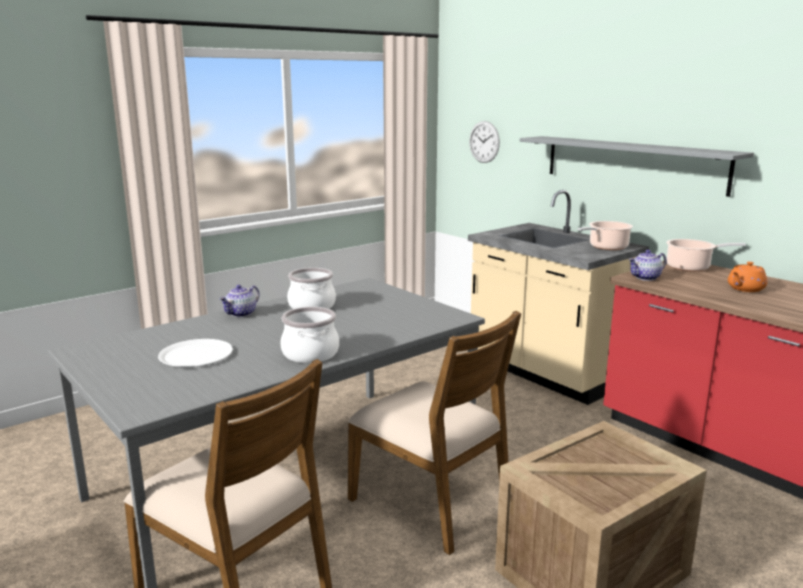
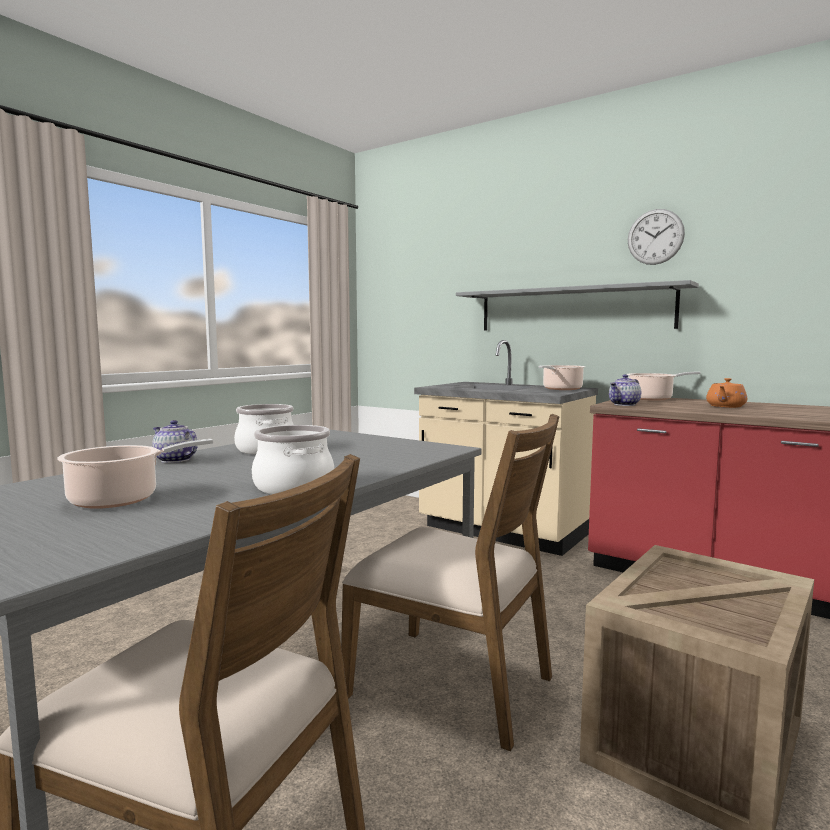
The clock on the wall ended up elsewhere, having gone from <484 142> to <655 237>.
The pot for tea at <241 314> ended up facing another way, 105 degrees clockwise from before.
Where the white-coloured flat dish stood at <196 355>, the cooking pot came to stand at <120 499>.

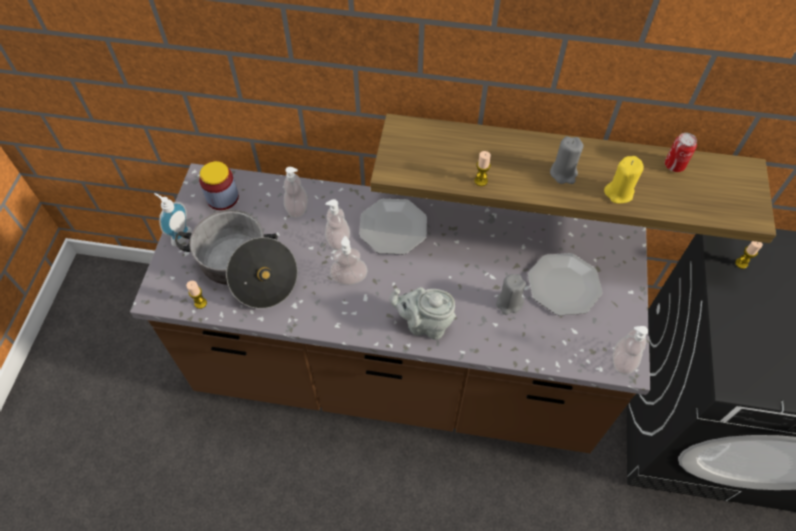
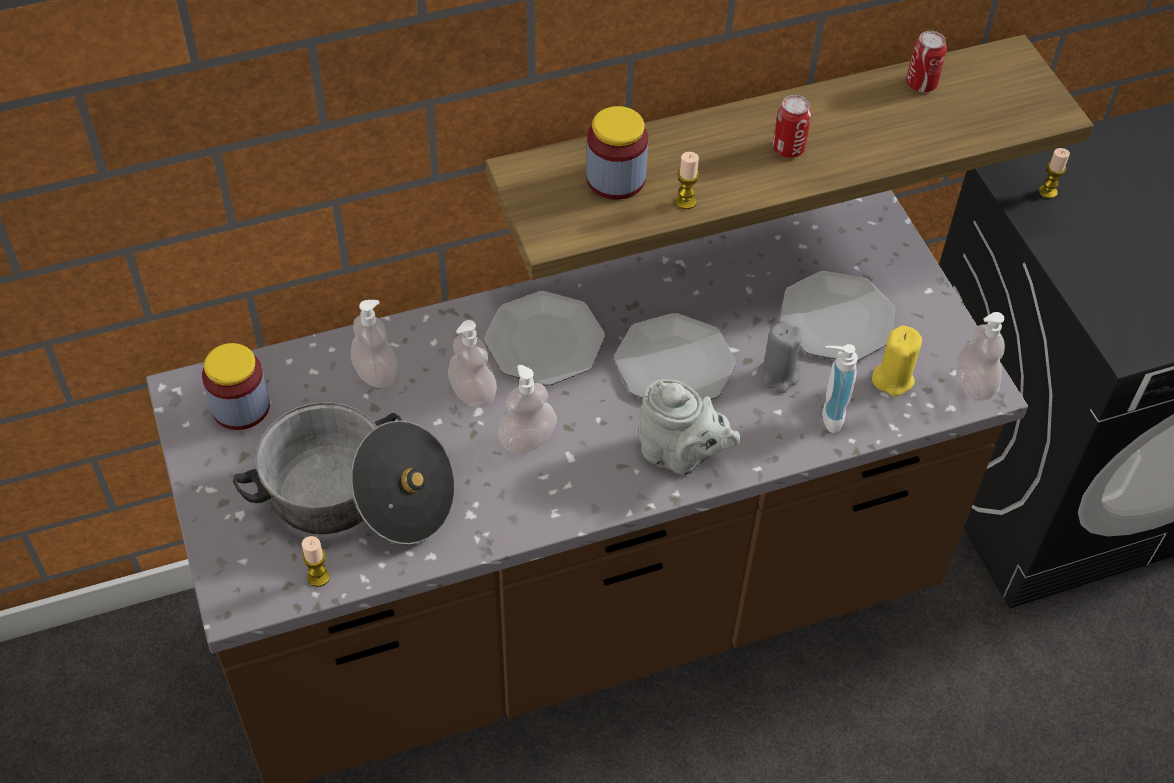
Where the greyish wax candle stood at <563 173>, the metal can came to stand at <788 148>.
The yellowish wax candle ended up elsewhere, having gone from <619 192> to <893 378>.
The soap bottle ended up elsewhere, having gone from <179 235> to <828 415>.
The greyish pot for tea at <424 324> ended up facing another way, 135 degrees counterclockwise from before.
The second view gained the preserve jar at <615 178>.
The second view gained the flat dish at <674 363>.

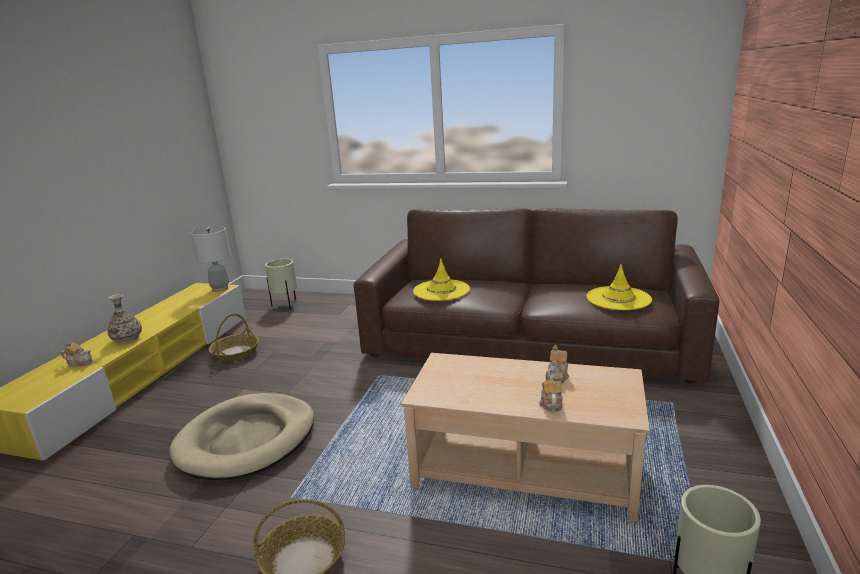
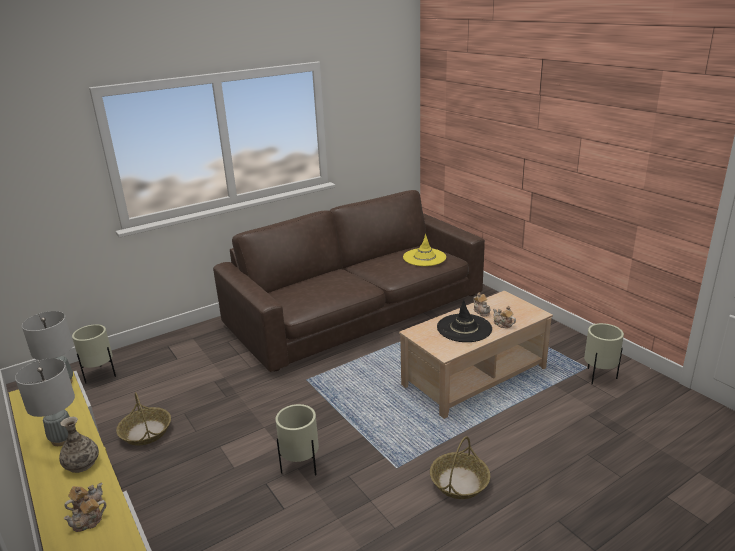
The second view lost the yellowish wearable hat at <441 290>.
Where the beige-coloured dog bed stood at <247 440>, the beige-coloured flower pot came to stand at <301 467>.
The second view gained the black wearable hat at <464 328>.
The second view gained the greyish lamp for a table at <62 439>.
The second view gained the pot for tea at <88 522>.

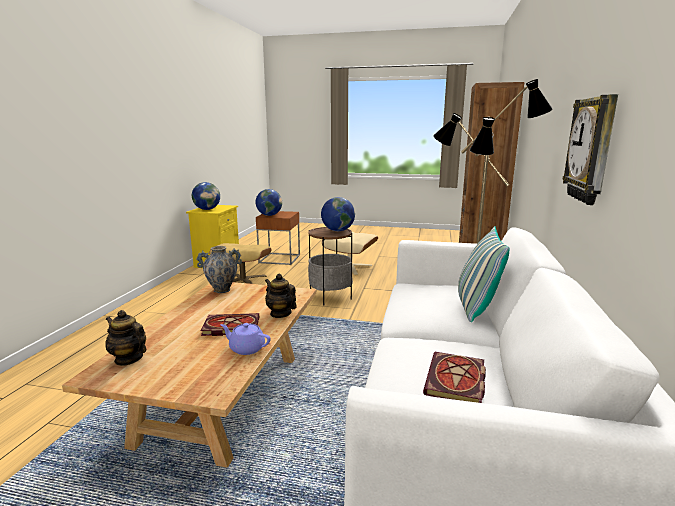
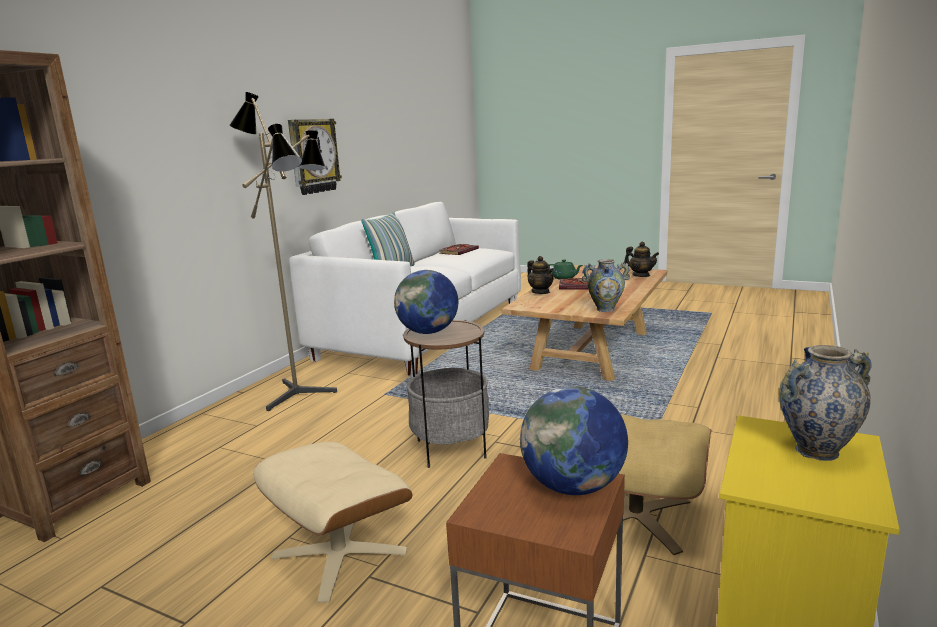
Where the world globe stood at <207 209>, the flower vase came to stand at <816 451>.
What was the purple-coloured pot for tea at <246 348> turned into the green pot for tea at <564 278>.

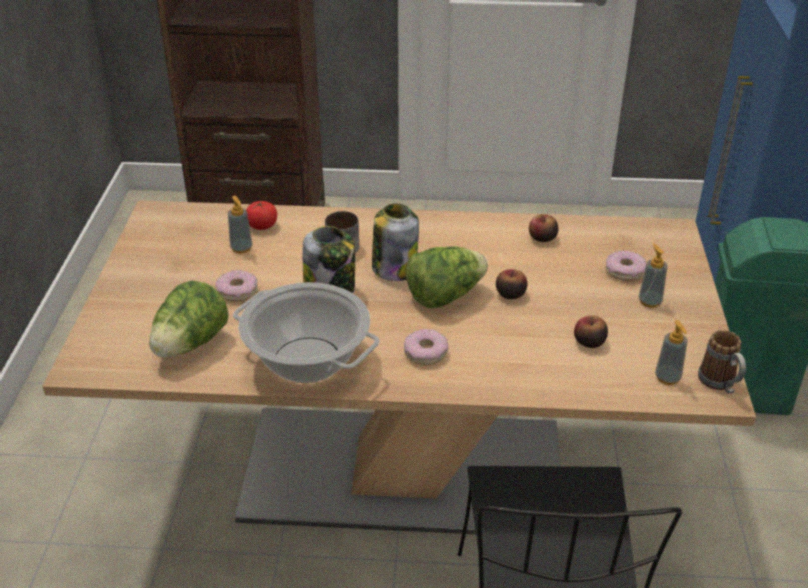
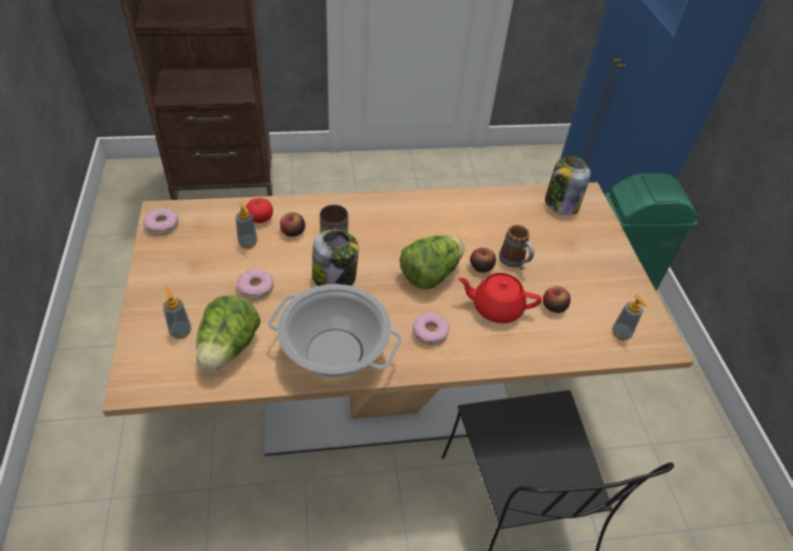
The preserve jar ended up elsewhere, having gone from <394 268> to <561 204>.
The apple fruit ended up elsewhere, having gone from <542 238> to <293 232>.
The soap bottle ended up elsewhere, having gone from <650 301> to <180 331>.
The doughnut ended up elsewhere, having gone from <624 271> to <162 225>.
The mug ended up elsewhere, having gone from <720 384> to <515 262>.
The second view gained the red pot for tea at <496 307>.

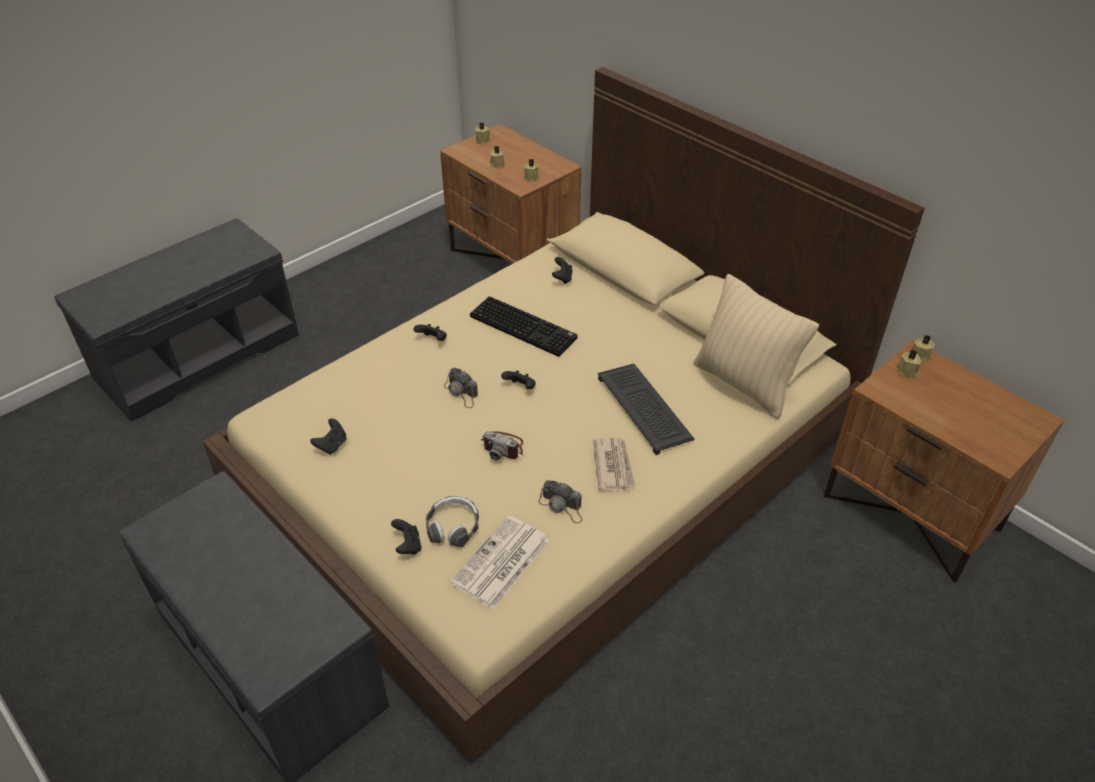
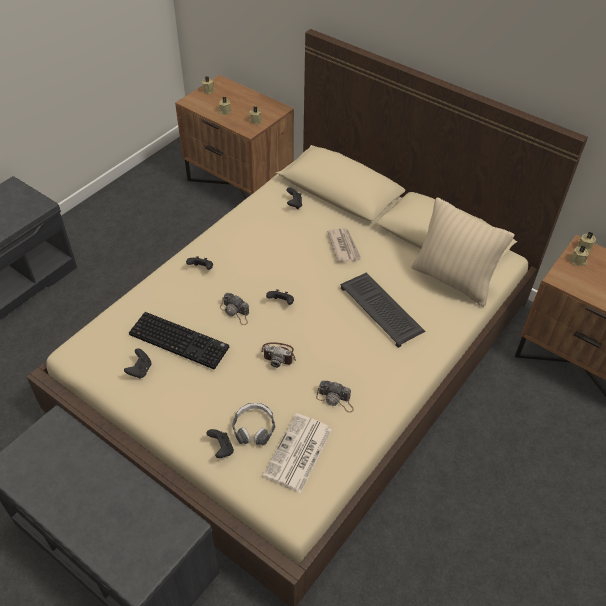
The PC keyboard ended up elsewhere, having gone from <525 327> to <180 340>.
The printed paper ended up elsewhere, having gone from <613 465> to <344 246>.

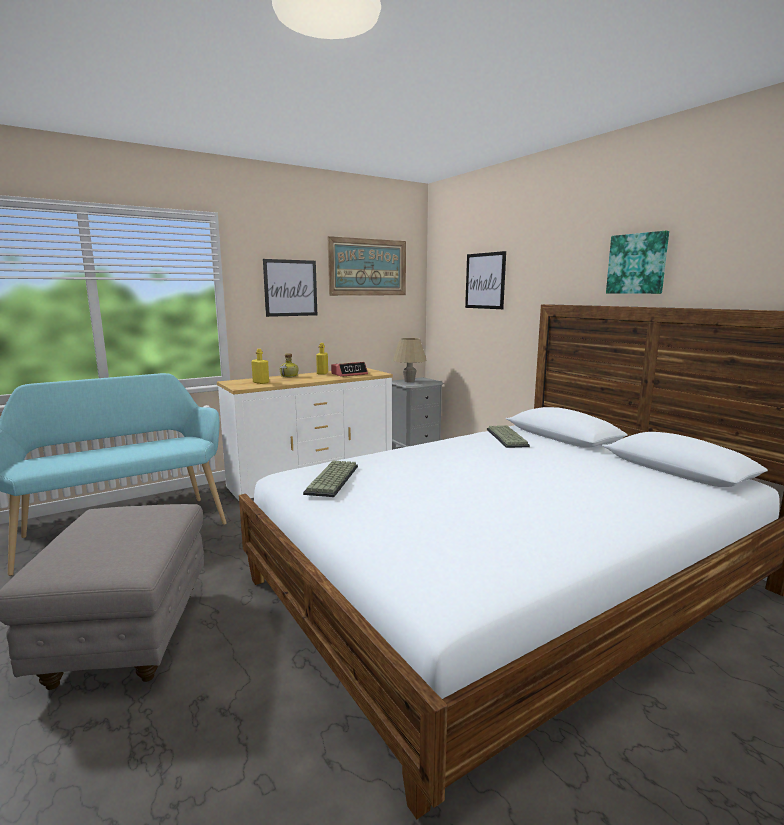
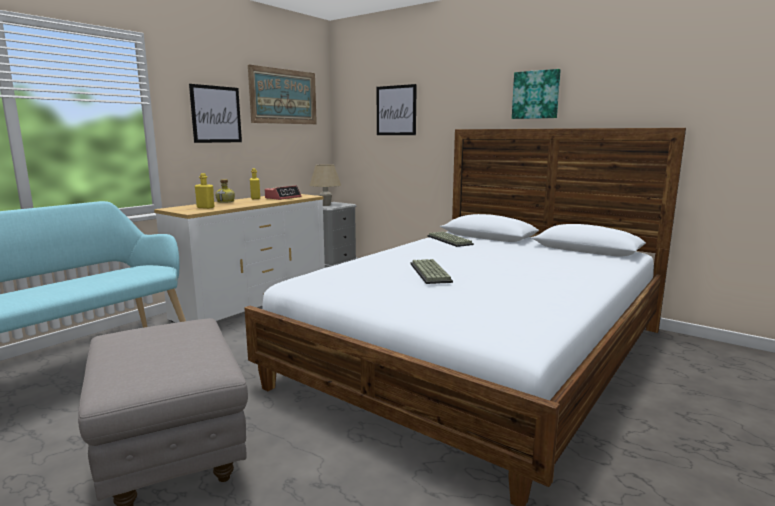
The PC keyboard ended up elsewhere, having gone from <333 480> to <431 273>.

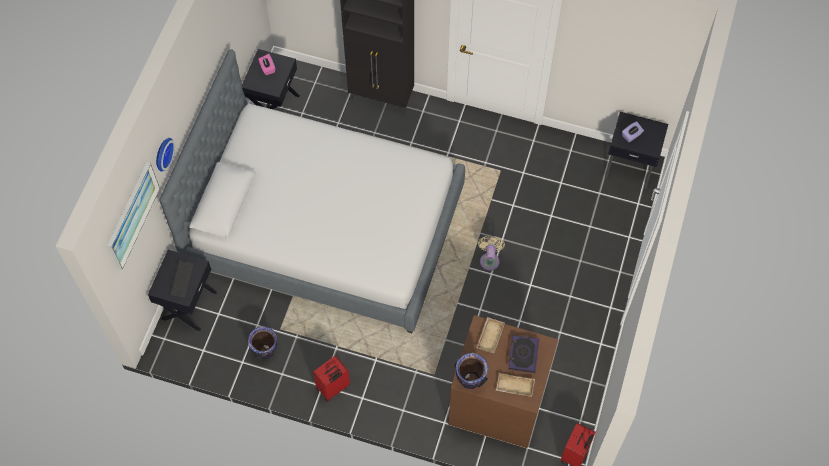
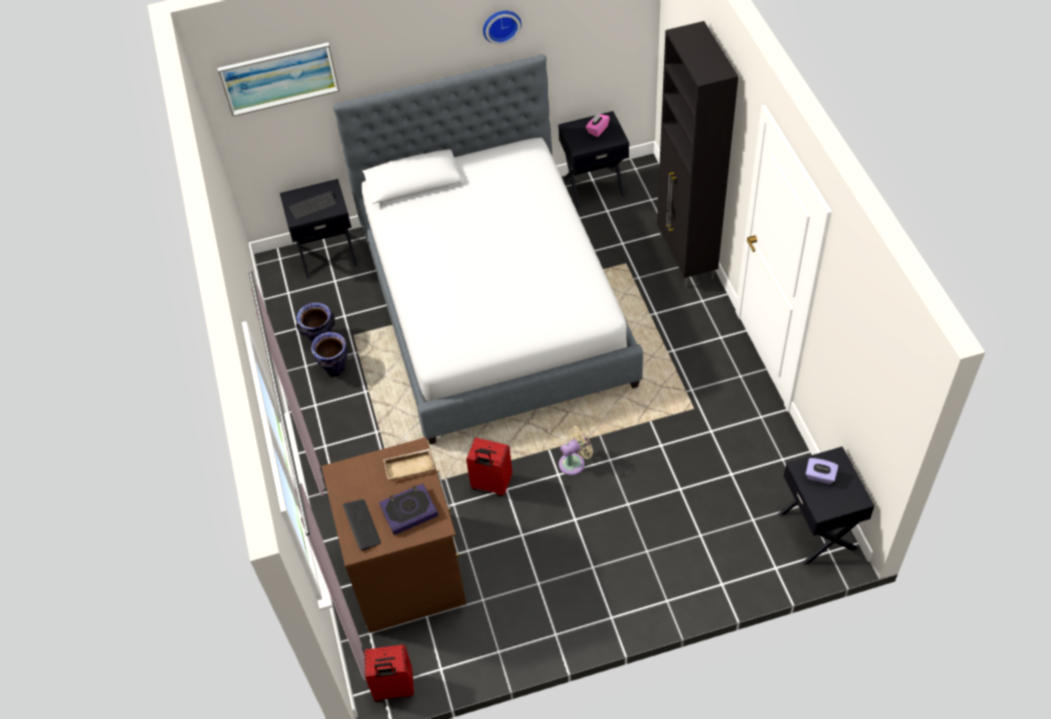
The clock on the wall ended up elsewhere, having gone from <162 153> to <501 25>.
The flower vase ended up elsewhere, having gone from <470 380> to <334 368>.
The red travel case ended up elsewhere, having gone from <333 388> to <491 484>.
Where the beige-coloured carrying tray stood at <514 387>, the PC keyboard came to stand at <362 525>.

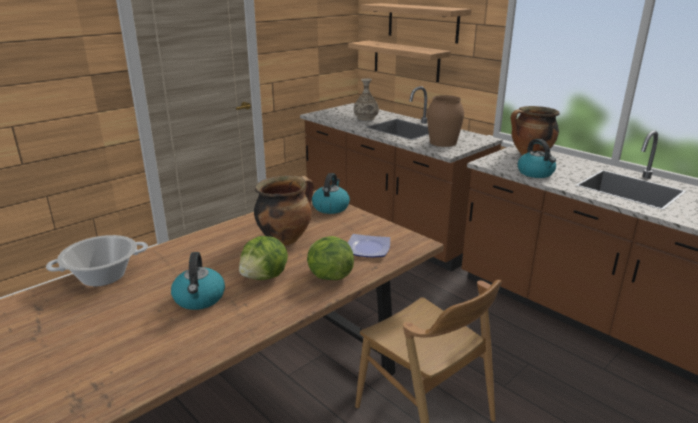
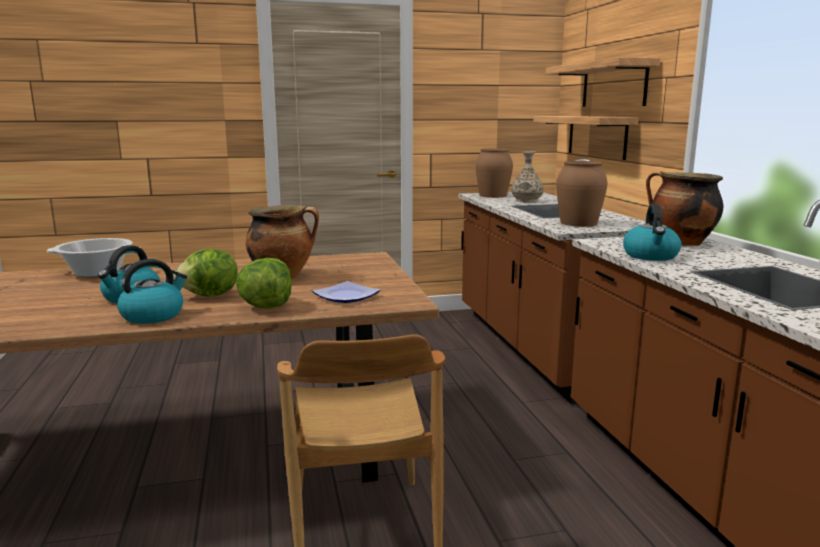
The tea kettle ended up elsewhere, having gone from <330 207> to <153 315>.
The second view gained the brown flower vase at <492 195>.

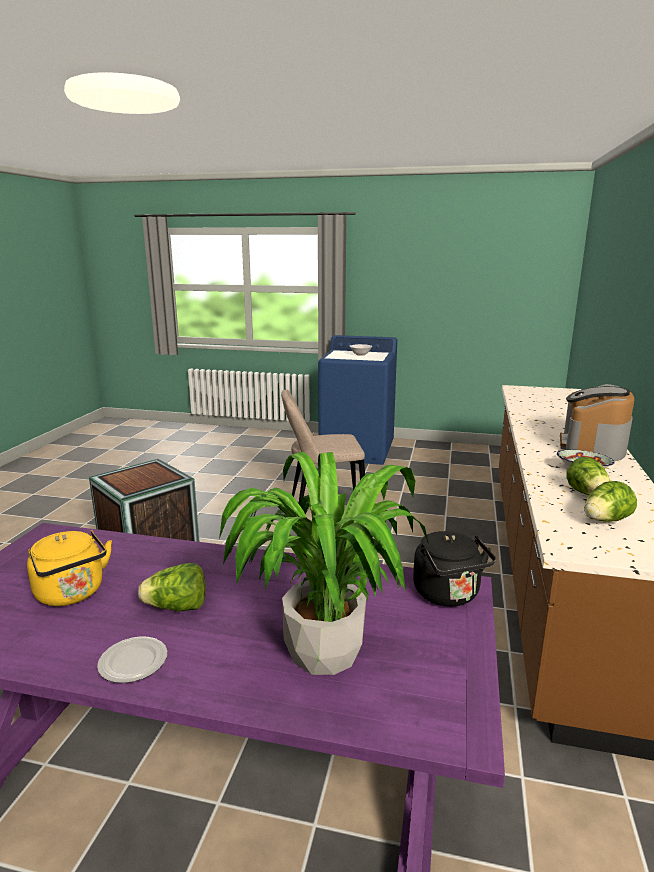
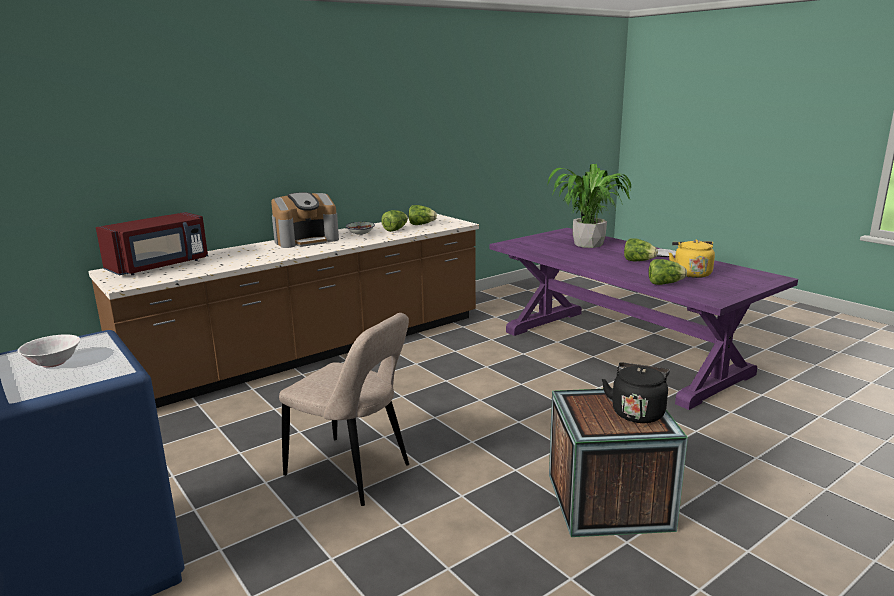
The black tea kettle ended up elsewhere, having gone from <449 595> to <637 412>.
The second view gained the red microwave oven at <160 266>.
The second view gained the head of lettuce at <664 284>.

